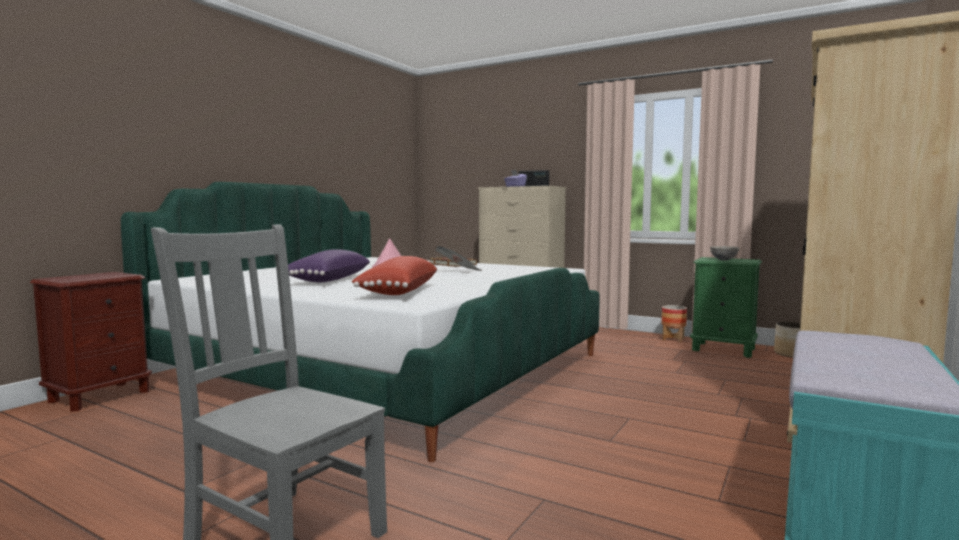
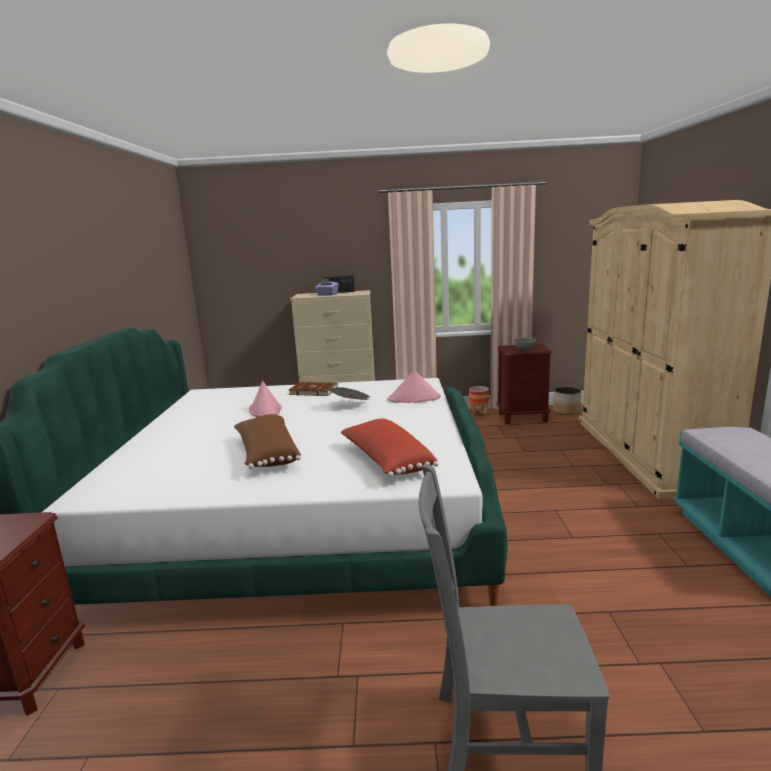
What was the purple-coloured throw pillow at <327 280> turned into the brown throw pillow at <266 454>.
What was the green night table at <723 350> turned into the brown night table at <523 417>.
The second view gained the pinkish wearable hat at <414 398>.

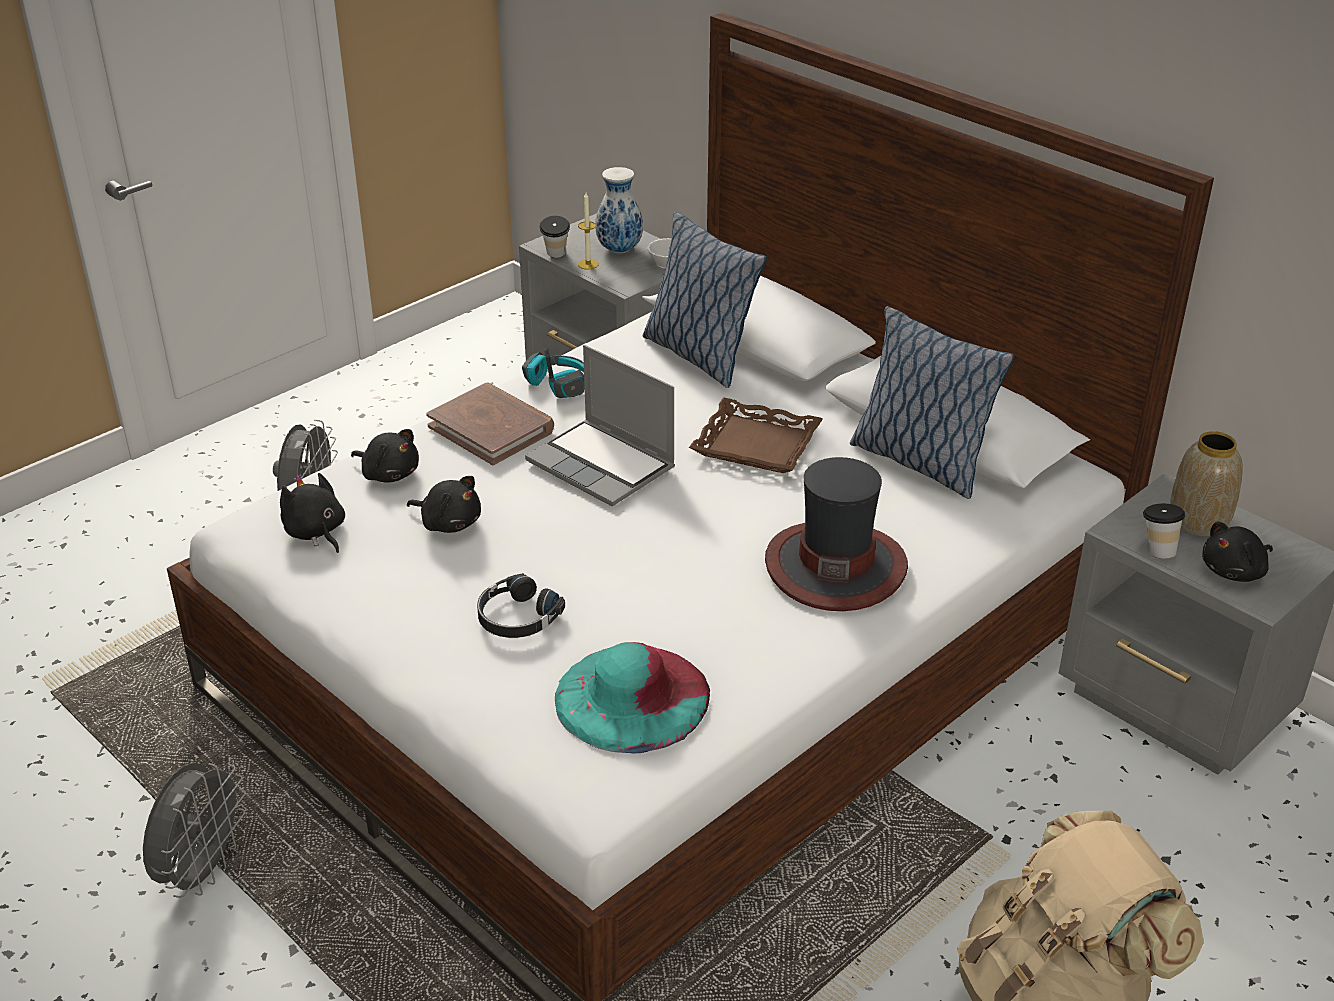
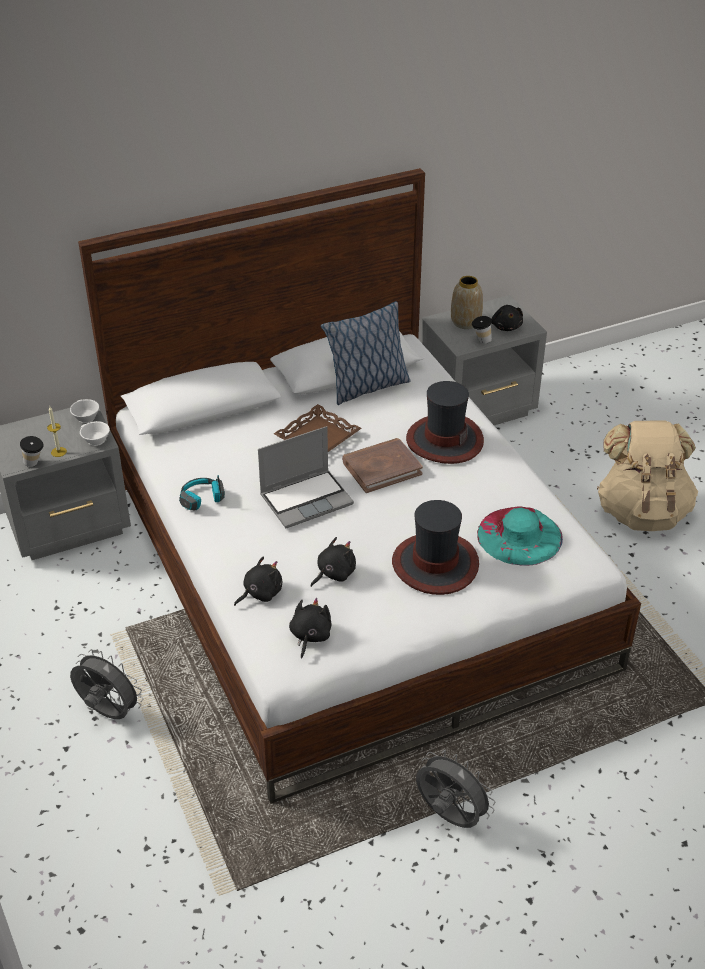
The second view lost the flower vase at <619 249>.
The second view lost the throw pillow at <698 355>.
The brown volume ended up elsewhere, having gone from <491 428> to <381 468>.
The black soft toy at <315 532> ended up facing another way, 120 degrees clockwise from before.
Where the black pair of headphones stood at <517 618>, the wearable hat came to stand at <435 564>.
The second view gained the white-coloured small cup at <94 440>.

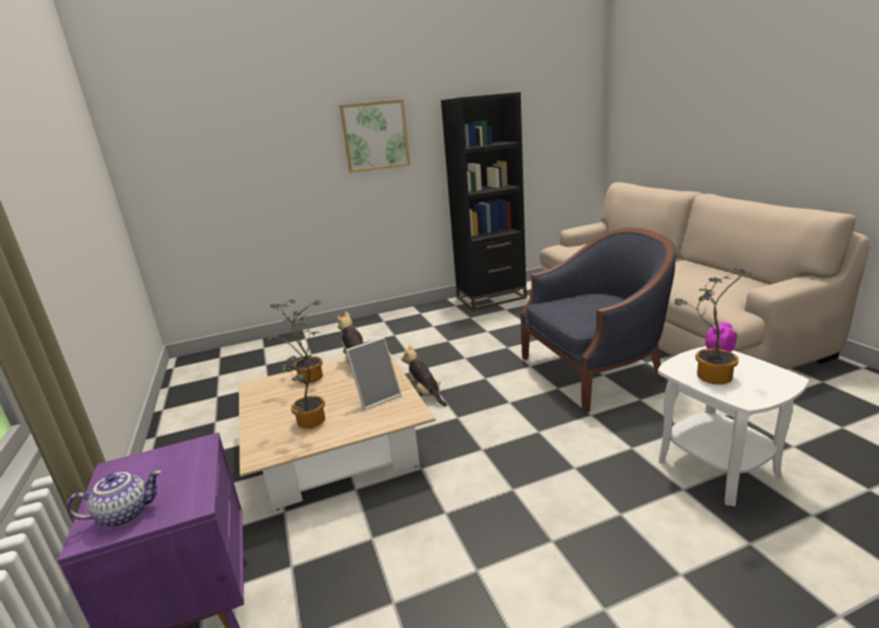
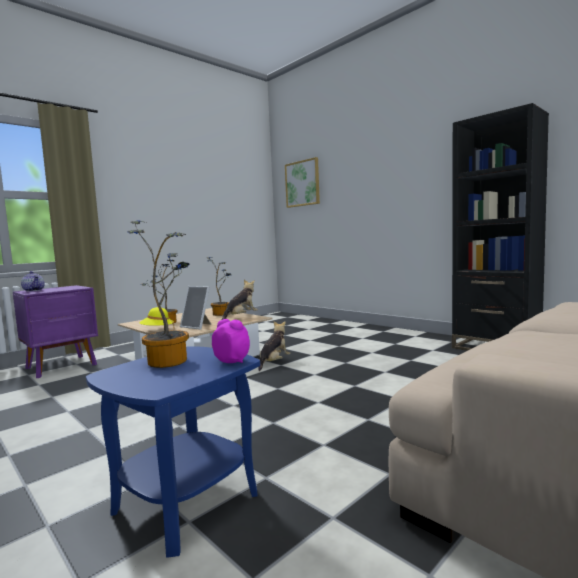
The wall art ended up elsewhere, having gone from <375 136> to <302 183>.
The second view lost the bluish easy chair at <594 372>.
What was the white-coloured accent table at <717 467> turned into the bluish accent table at <186 503>.
The second view gained the yellowish wearable hat at <157 330>.

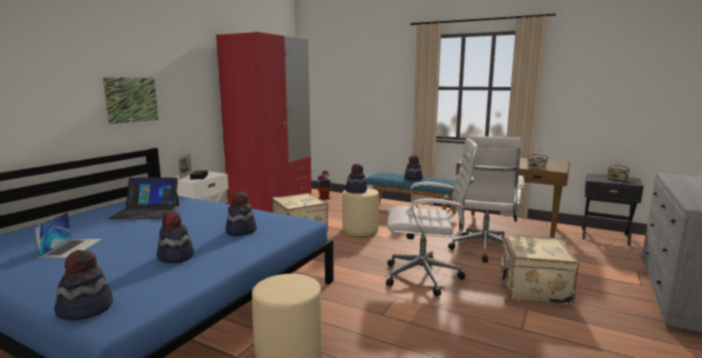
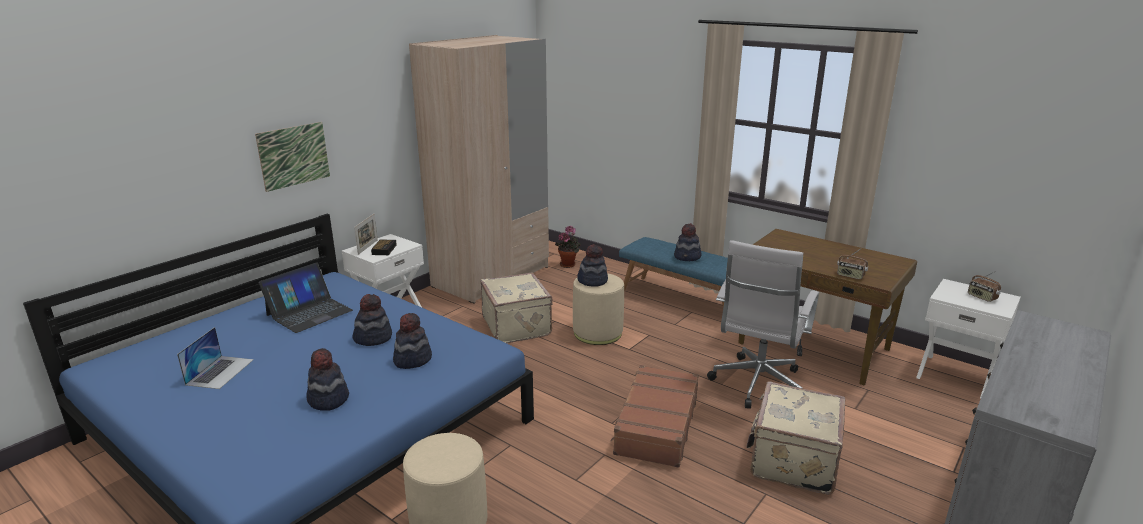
What was the red clothes cupboard at <272 206> turned into the beige-coloured clothes cupboard at <491 276>.
Where the white-coloured computer chair stood at <426 277>, the brown travel case came to stand at <656 425>.
What was the black night table at <604 236> turned into the white-coloured night table at <955 375>.
The portable computer at <146 211> ended up facing another way, 60 degrees counterclockwise from before.
The wearable hat ended up elsewhere, having gone from <85 309> to <373 338>.

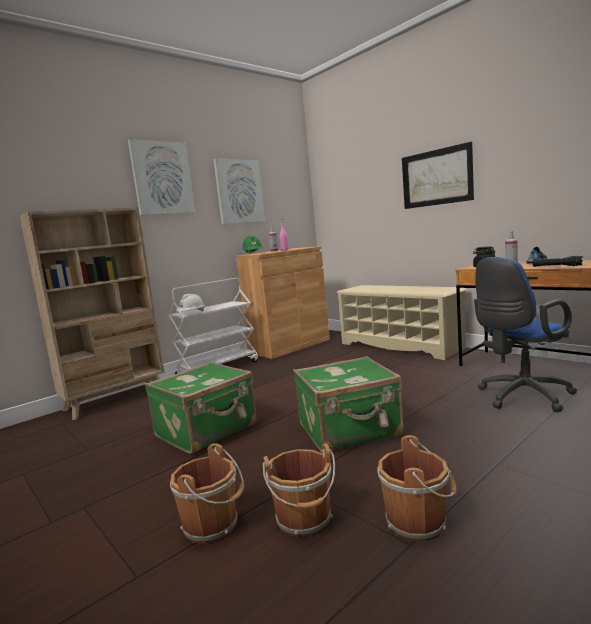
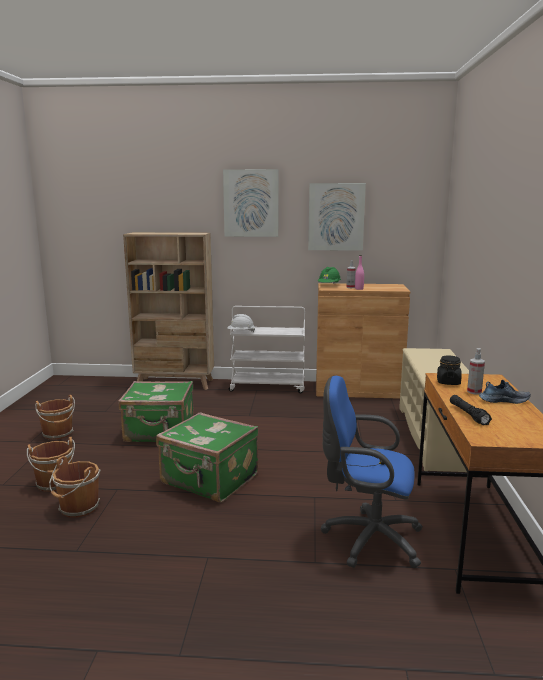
The second view lost the wall art at <436 177>.
The brown water bucket ended up elsewhere, having gone from <418 522> to <58 434>.

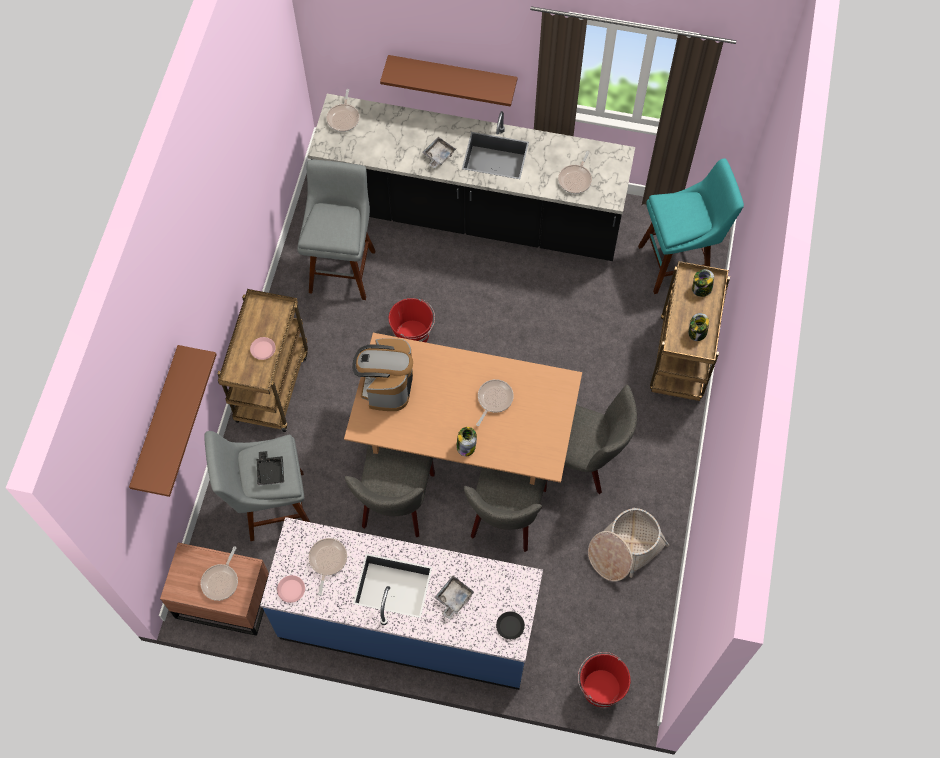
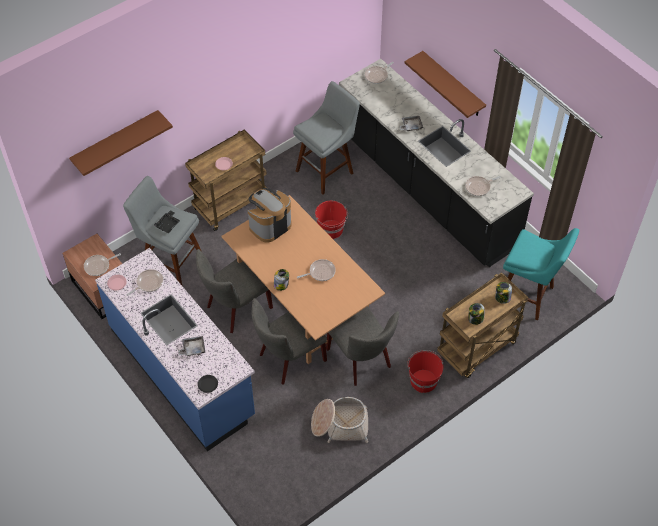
The red water bucket ended up elsewhere, having gone from <600 687> to <423 380>.

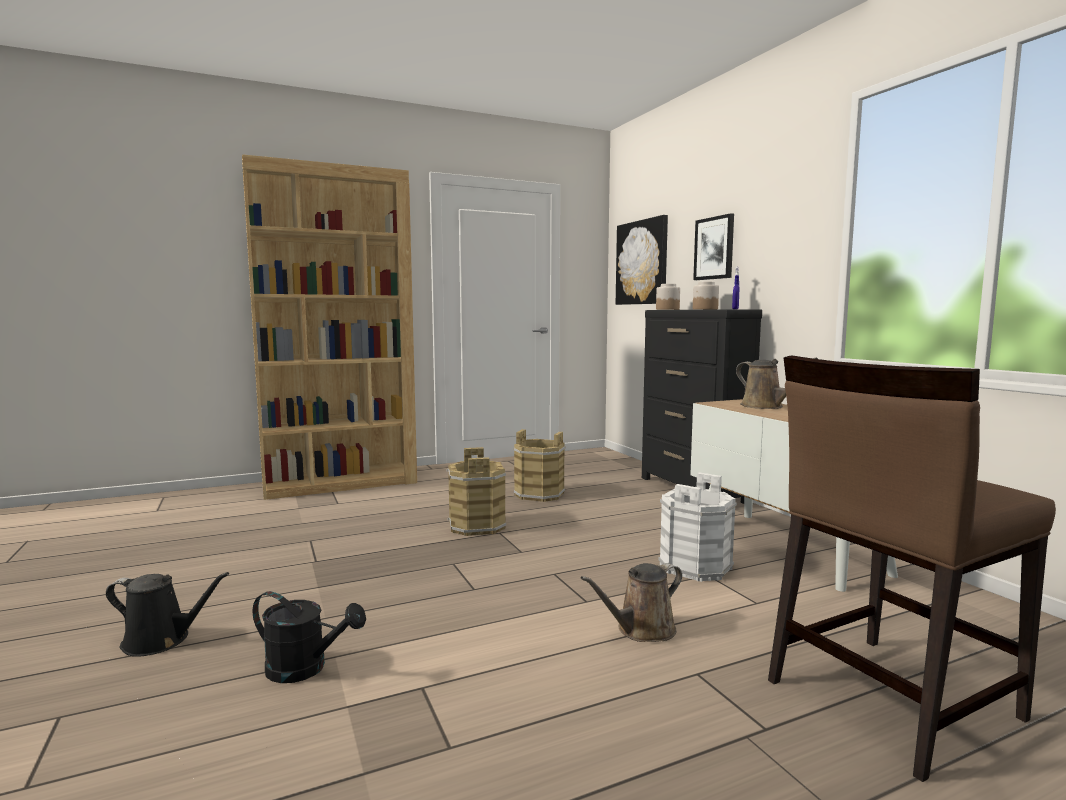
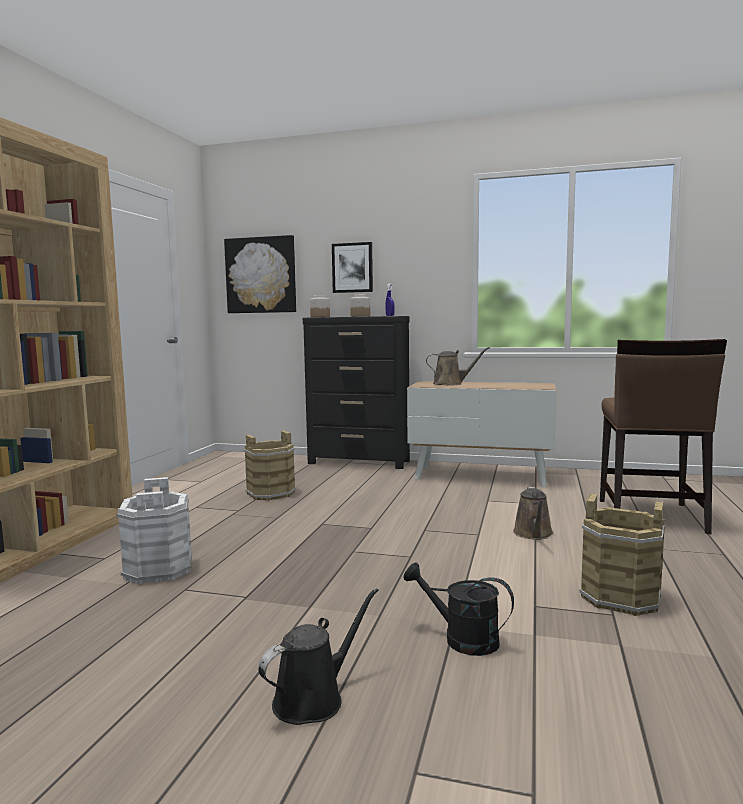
The brown water bucket ended up elsewhere, having gone from <476 526> to <620 597>.
The white-coloured water bucket ended up elsewhere, having gone from <696 566> to <159 569>.
The black sprinkling can at <305 669> ended up facing another way, 120 degrees counterclockwise from before.

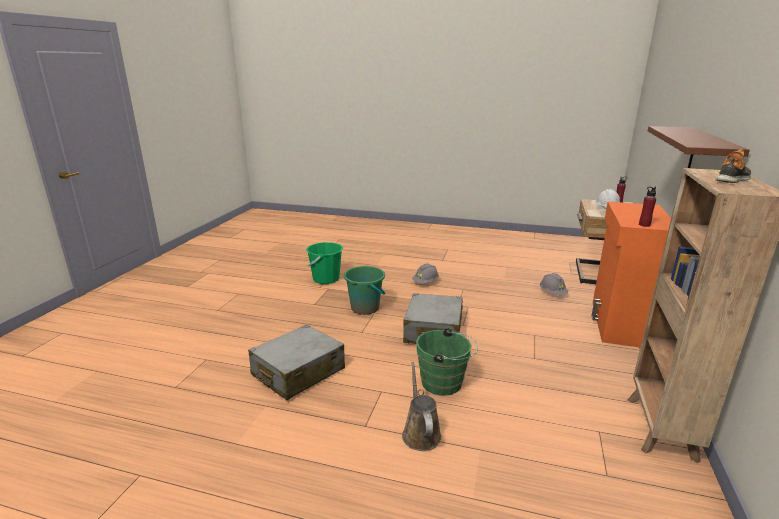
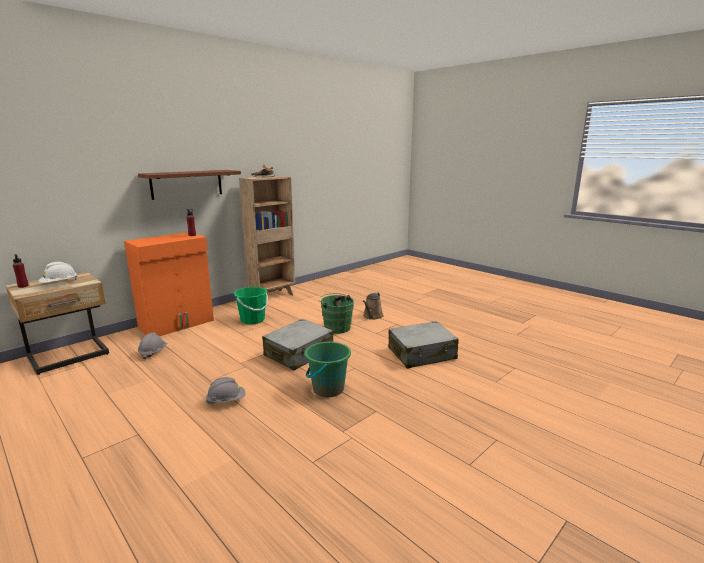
The green water bucket ended up elsewhere, having gone from <326 279> to <252 320>.

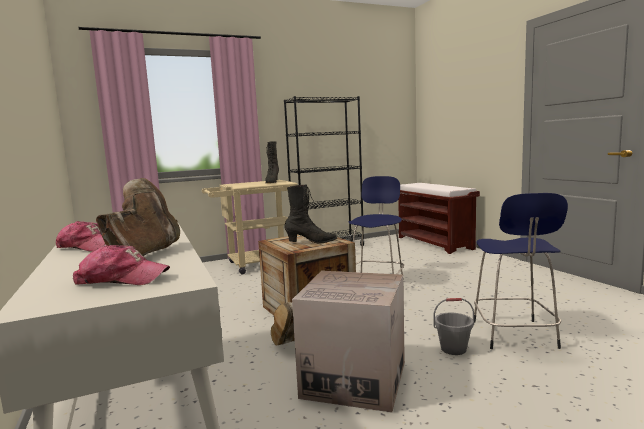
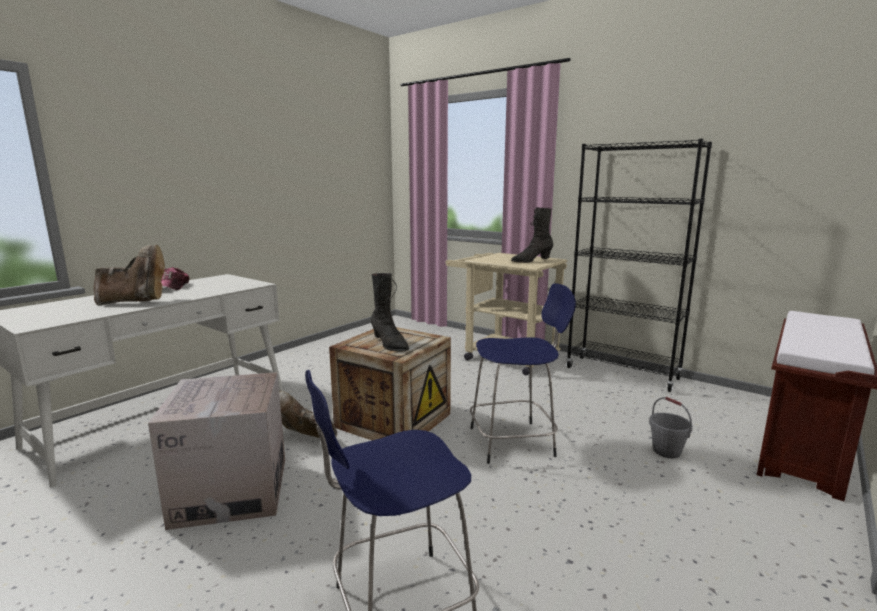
The second view lost the peaked cap at <121 279>.
The greyish water bucket ended up elsewhere, having gone from <453 349> to <666 451>.

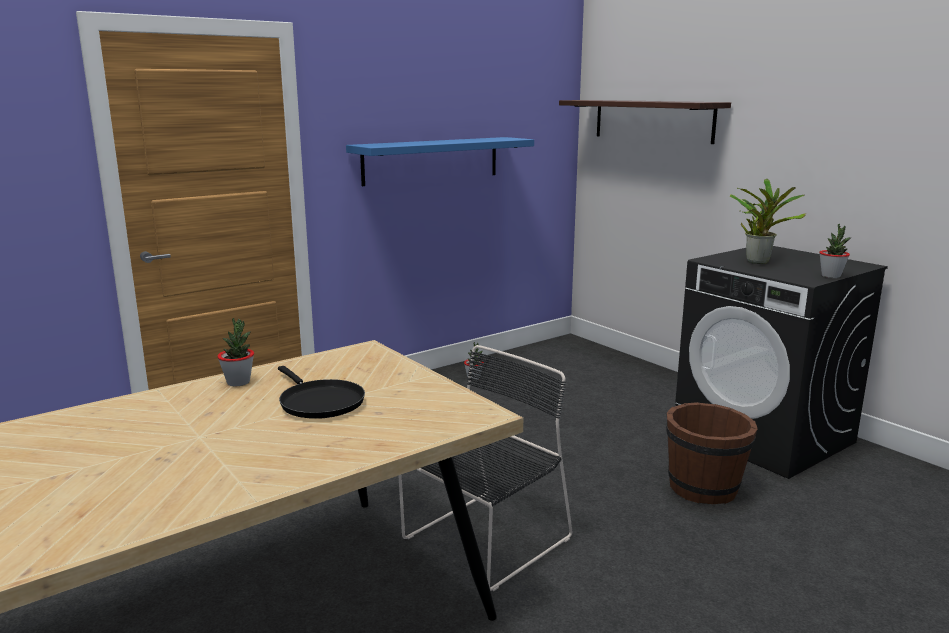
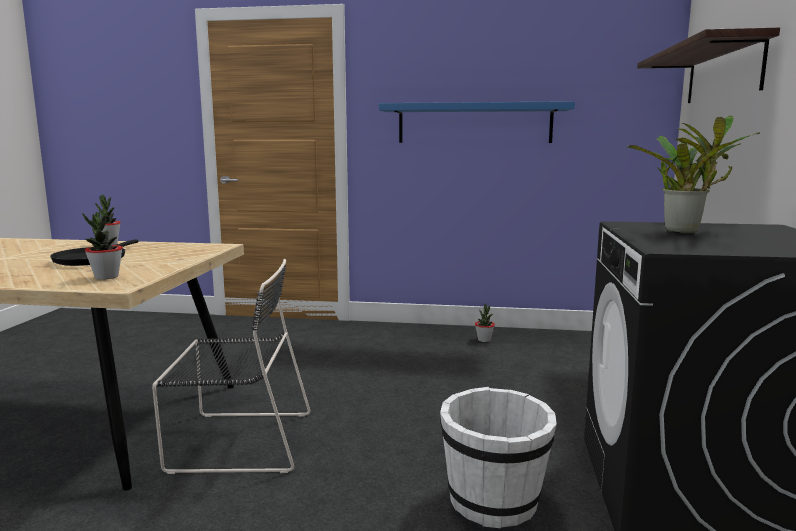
The plant in a pot ended up elsewhere, having gone from <831 276> to <106 277>.
What was the brown water bucket at <704 488> turned into the white-coloured water bucket at <494 502>.

